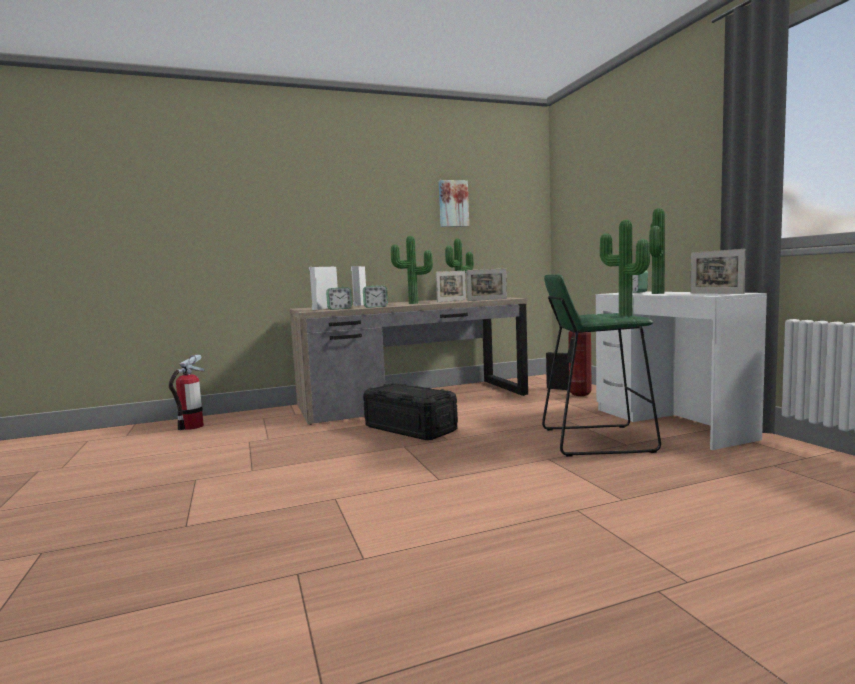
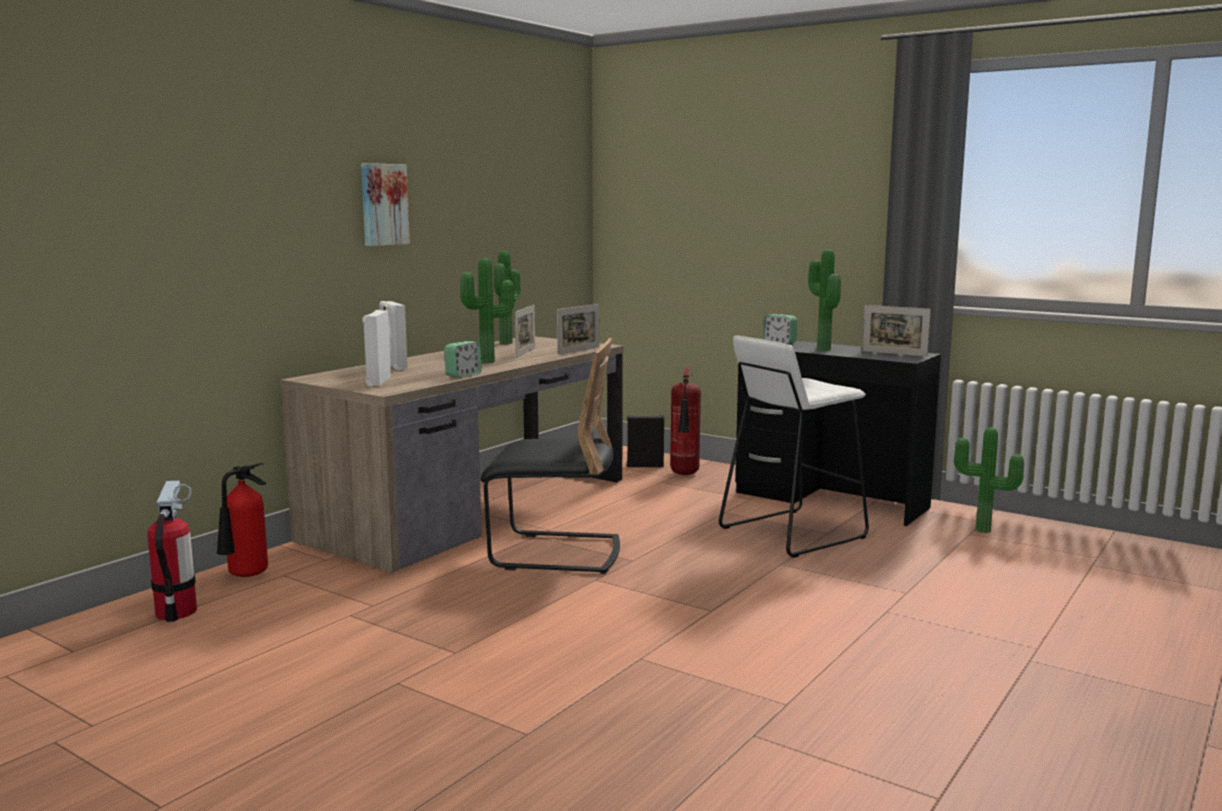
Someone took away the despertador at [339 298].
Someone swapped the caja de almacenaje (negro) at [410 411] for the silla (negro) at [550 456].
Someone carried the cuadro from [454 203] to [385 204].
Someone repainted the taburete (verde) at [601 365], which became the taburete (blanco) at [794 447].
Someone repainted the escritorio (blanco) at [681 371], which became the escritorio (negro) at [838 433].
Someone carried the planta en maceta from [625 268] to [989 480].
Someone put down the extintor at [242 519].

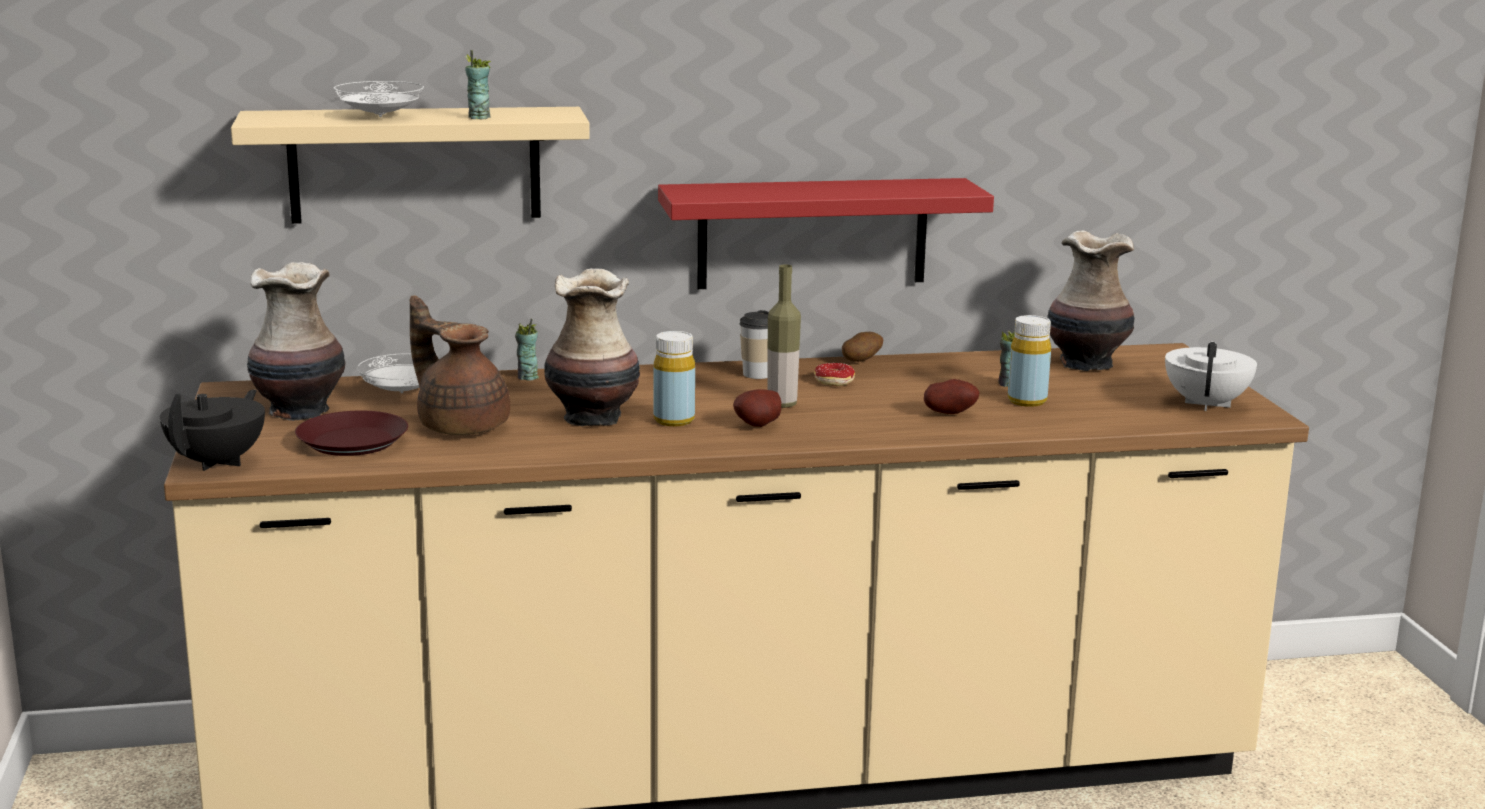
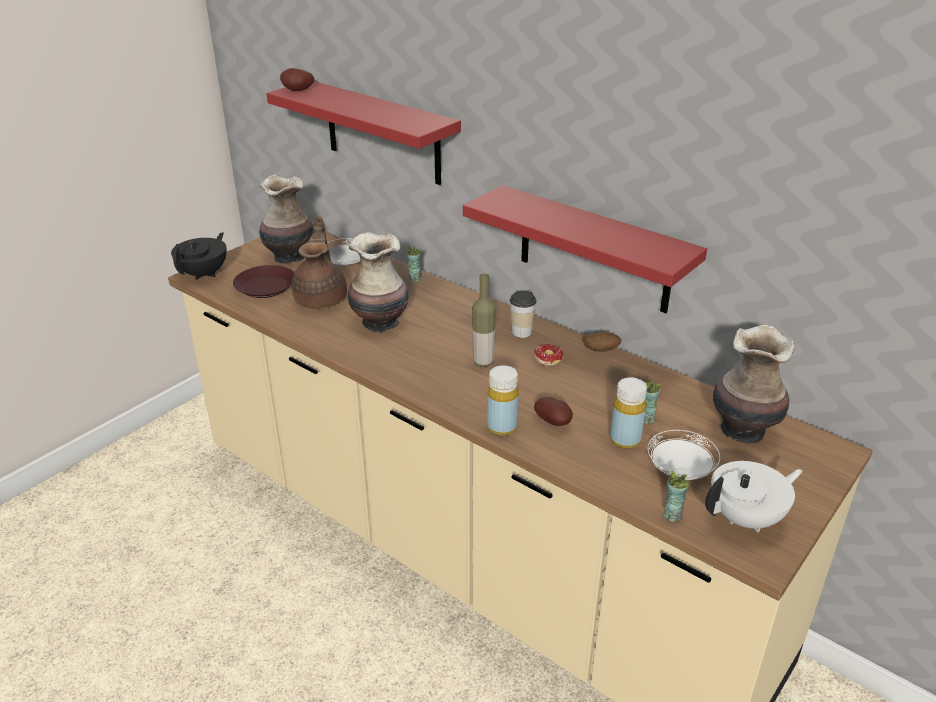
Someone rotated the tetera (negro) at [212 430] by 45 degrees counterclockwise.
Someone repainted the estante (beis) at [410 165], which became the estante (rojo) at [363 133].
Someone carried the plato (blanco) from [379 99] to [684 455].
Someone carried the taza from [478 84] to [676 496].
Someone carried the botella (amarillo) from [674 378] to [503 400].
Someone carried the patata from [757 408] to [297 79].

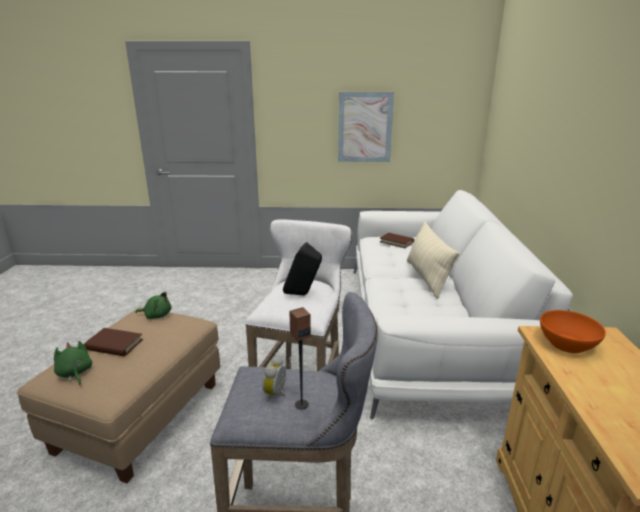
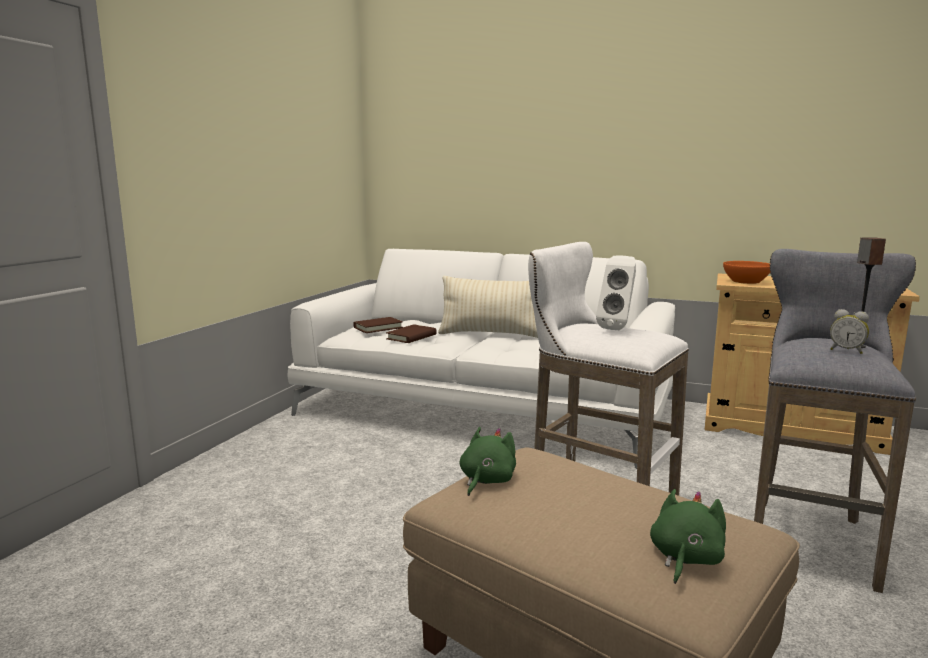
Someone rotated the peluche (verde) at [73 363] by 135 degrees clockwise.
Someone carried the libro (marrón) from [113 342] to [411 333].
Someone repainted the altavoz (negro) at [302 268], which became the altavoz (blanco) at [616 293].
Someone took away the cuadro at [366 127].

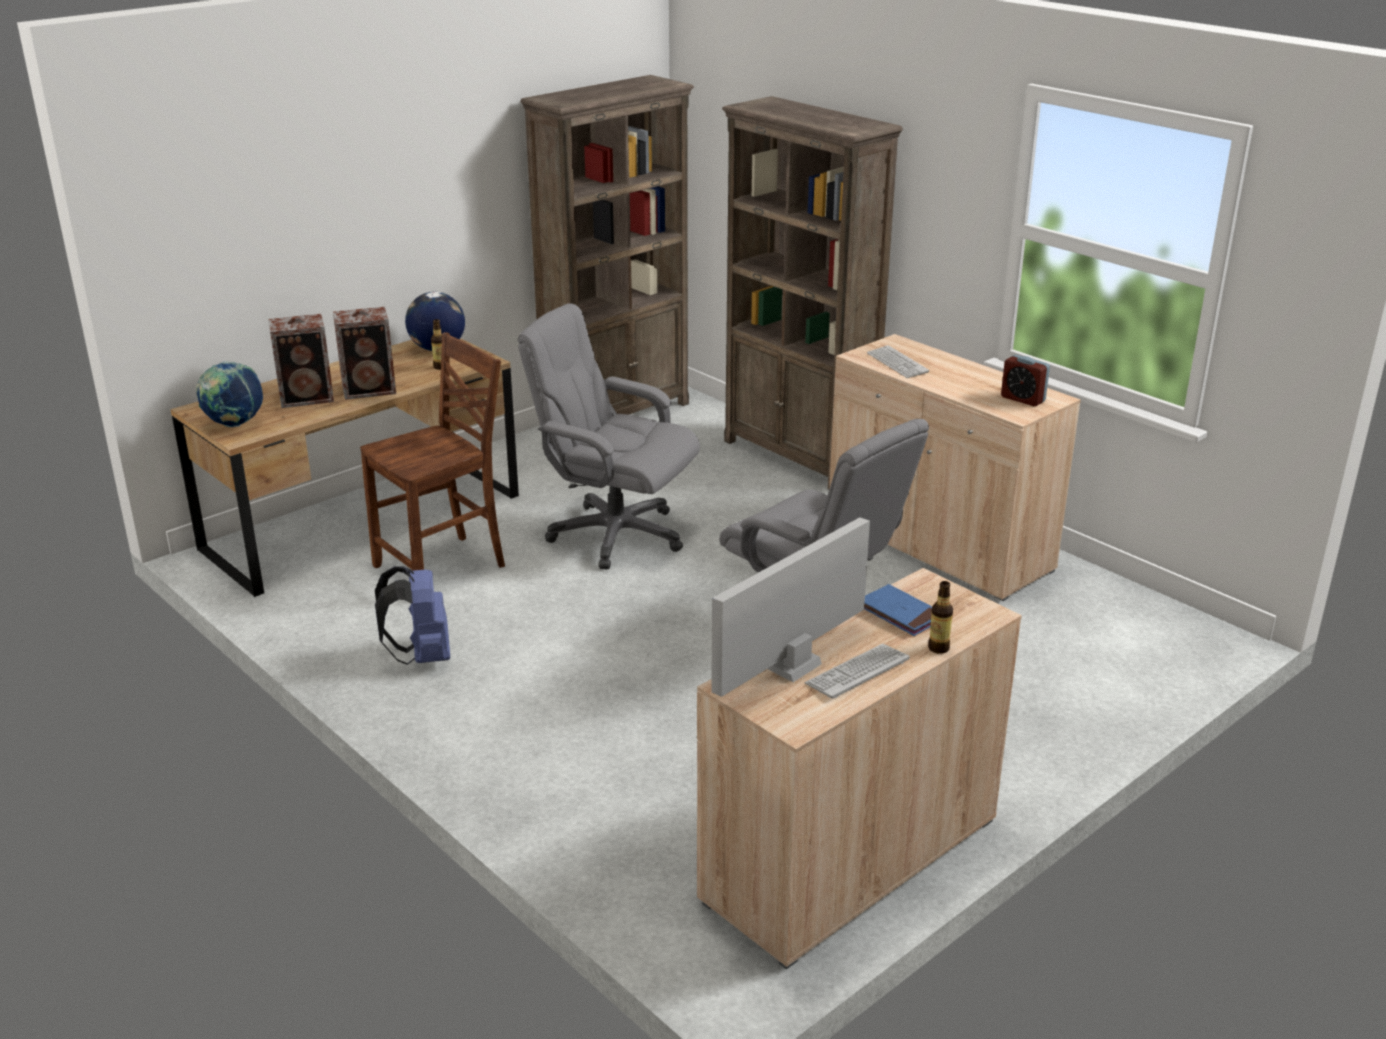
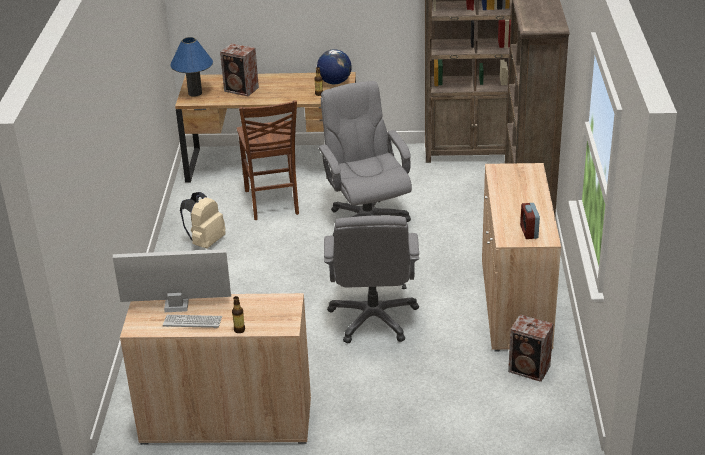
Someone swapped the globo terráqueo at [229 394] for the lámpara de mesa (azul) at [191 67].
Someone carried the altavoz from [364 353] to [531 348].
Someone rotated the silla (marrón) at [432 451] by 75 degrees clockwise.
Someone repainted the mochila (azul) at [412 615], which became the mochila (beis) at [203 220].
Someone took away the libro (azul) at [898 610].
Someone took away the teclado at [898 361].

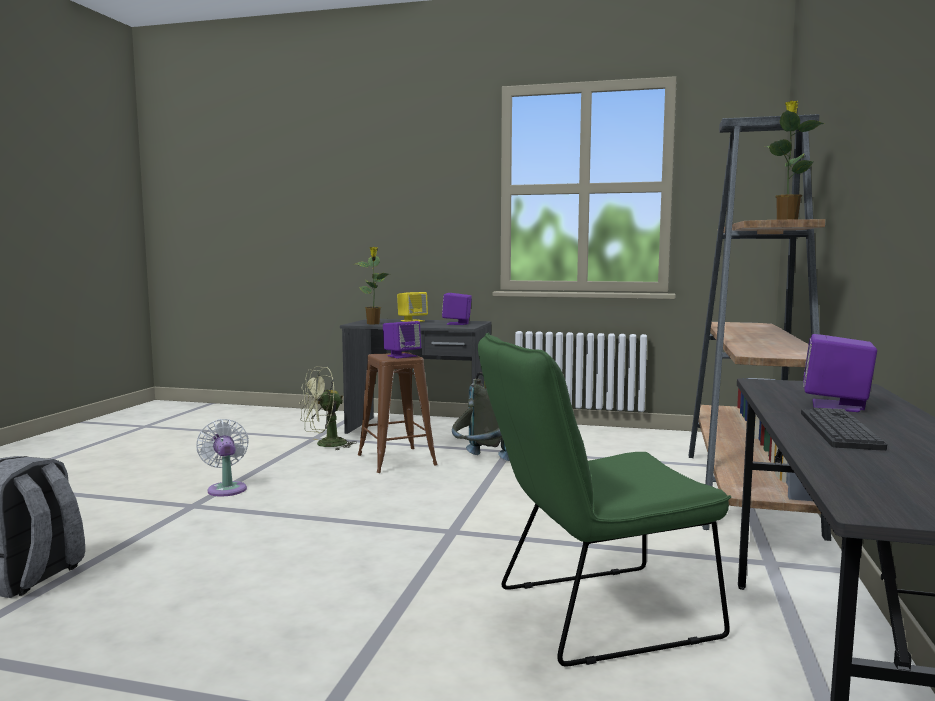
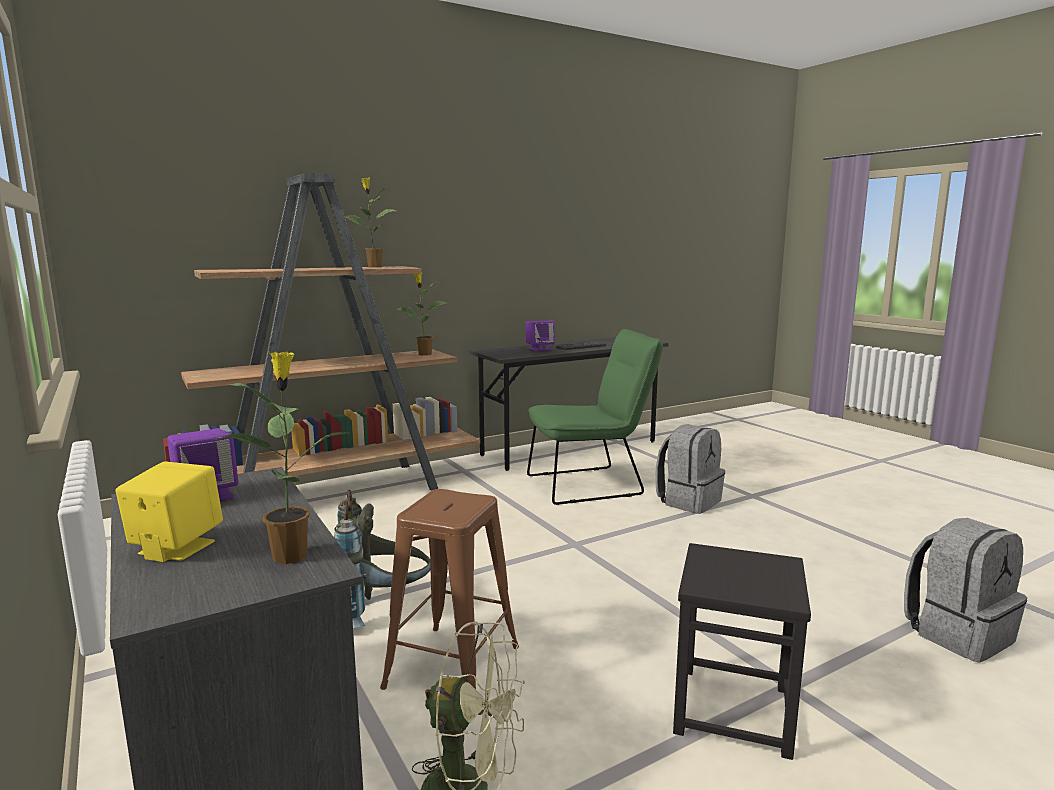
Someone swapped the ventilador (blanco) at [222 458] for the taburete (negro) at [742 651].
Someone took away the altavoz (morado) at [402 340].
Someone rotated the silla (verde) at [604 499] by 45 degrees counterclockwise.
Someone put down the planta en maceta at [422 314].
Someone put down the mochila (gris) at [690 469].

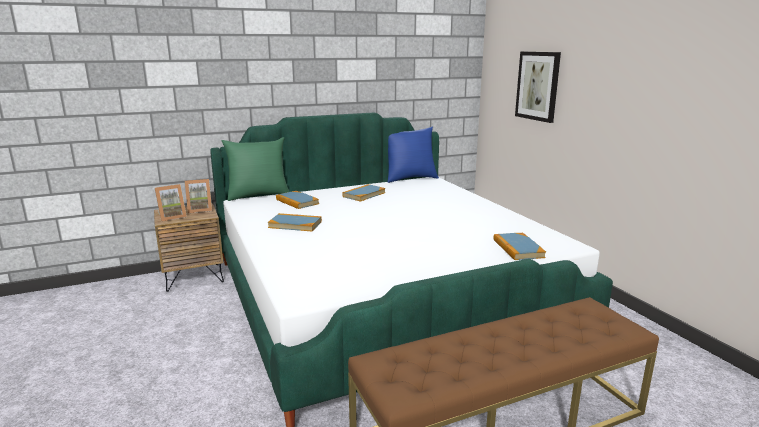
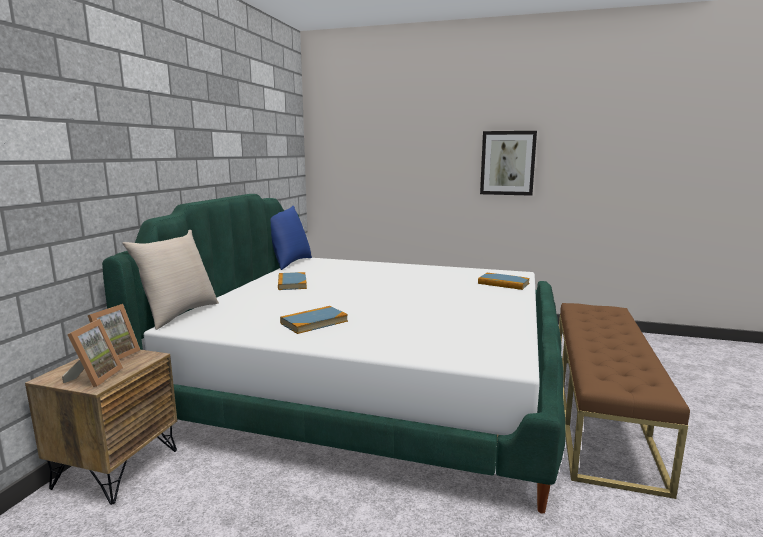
Someone repainted the cojín (verde) at [255 169], which became the cojín (beis) at [170 280].
Someone took away the libro at [297 200].
Someone carried the cuadro from [538 87] to [508 163].

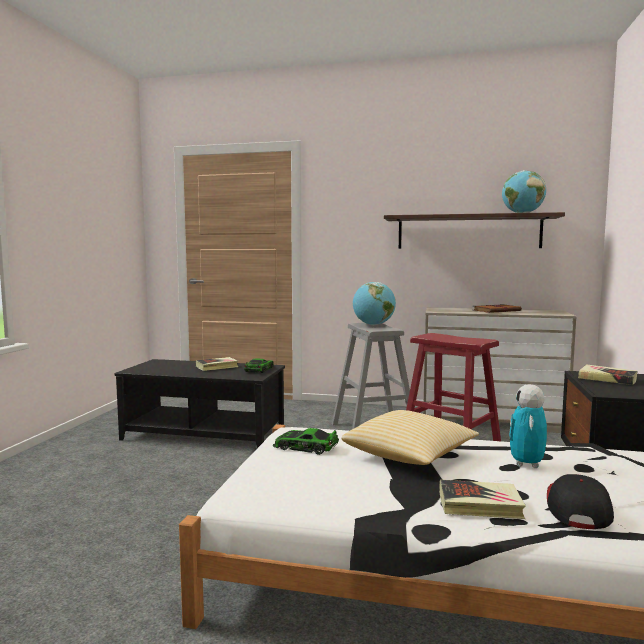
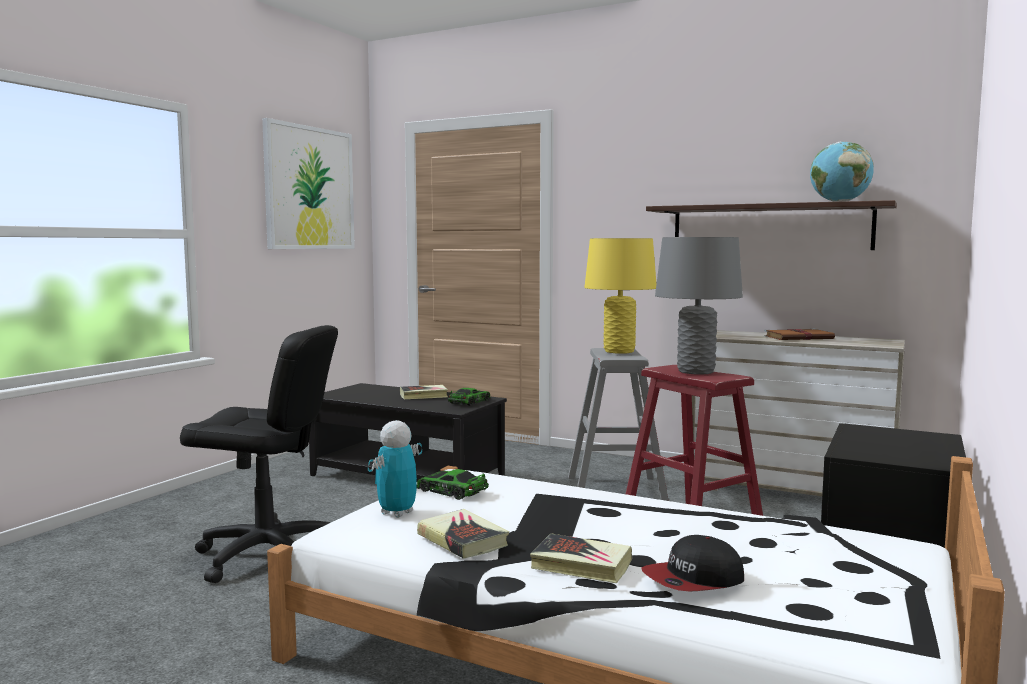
Someone took away the cojín at [410 437].
Someone swapped the globo terráqueo at [374 303] for the lámpara de mesa (amarillo) at [620 296].
Someone carried the robot de juguete from [528 426] to [395 469].
Someone rotated the gorra at [580 501] by 150 degrees counterclockwise.
Someone carried the libro from [608 374] to [463 534].
Someone put down the silla de oficina (negro) at [259 454].
Someone put up the cuadro at [308 183].
Someone put down the lámpara de mesa (gris) at [699 305].

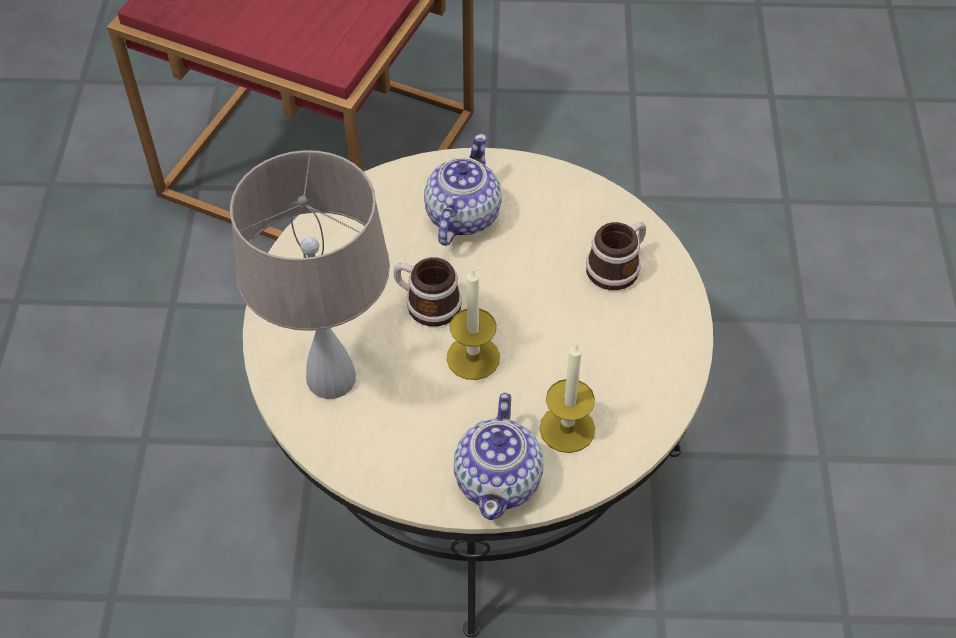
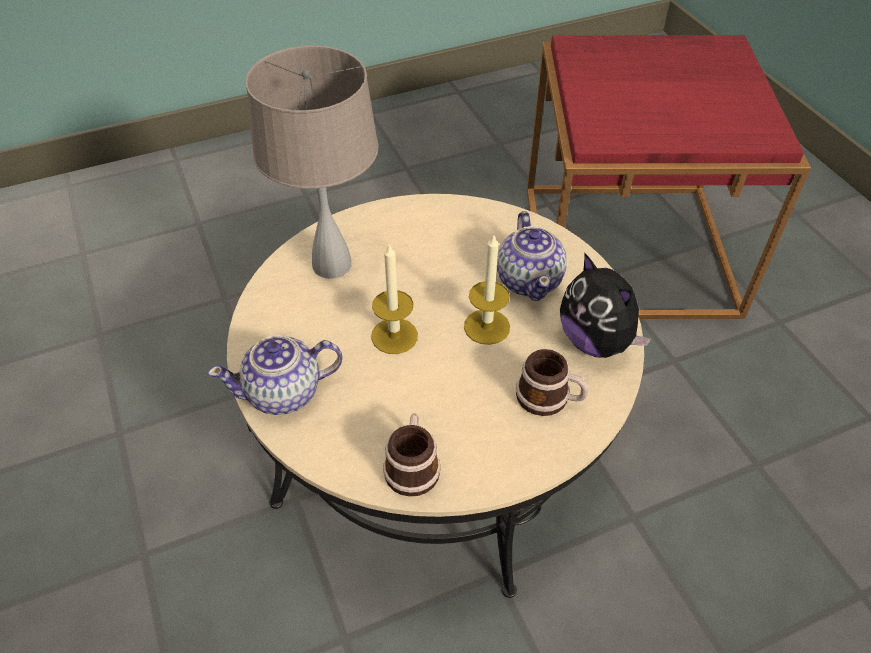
Someone carried the taza grande from [428 292] to [412 455].
Someone rotated the tetera at [463 190] by 90 degrees clockwise.
Someone carried the vela from [567 397] to [487 289].
Someone put down the peluche at [606 305].

